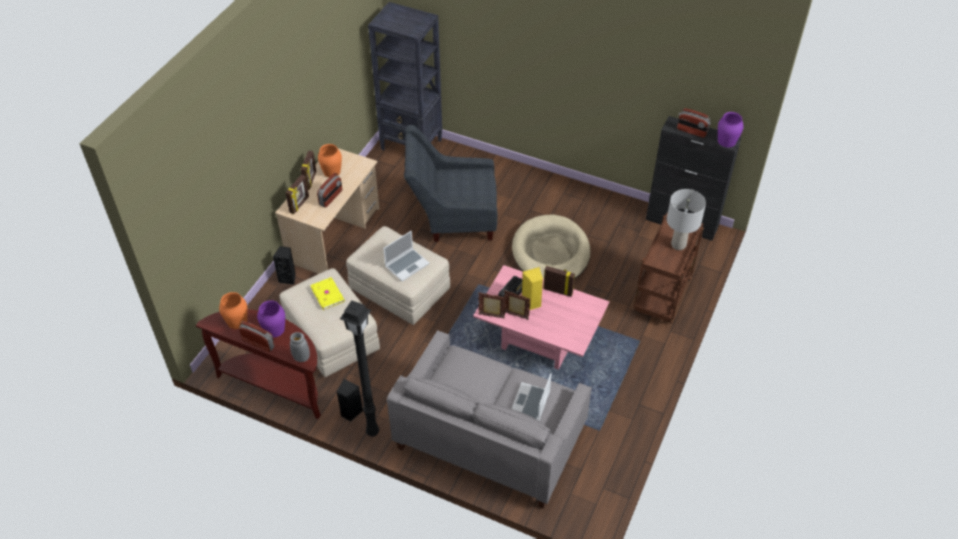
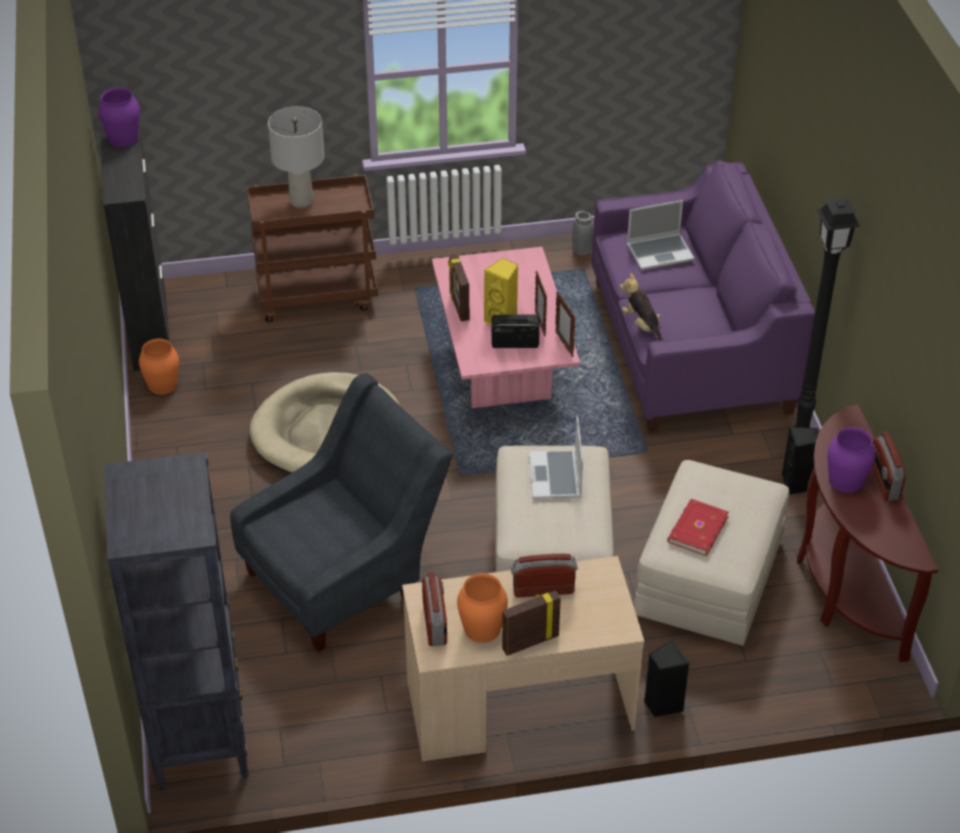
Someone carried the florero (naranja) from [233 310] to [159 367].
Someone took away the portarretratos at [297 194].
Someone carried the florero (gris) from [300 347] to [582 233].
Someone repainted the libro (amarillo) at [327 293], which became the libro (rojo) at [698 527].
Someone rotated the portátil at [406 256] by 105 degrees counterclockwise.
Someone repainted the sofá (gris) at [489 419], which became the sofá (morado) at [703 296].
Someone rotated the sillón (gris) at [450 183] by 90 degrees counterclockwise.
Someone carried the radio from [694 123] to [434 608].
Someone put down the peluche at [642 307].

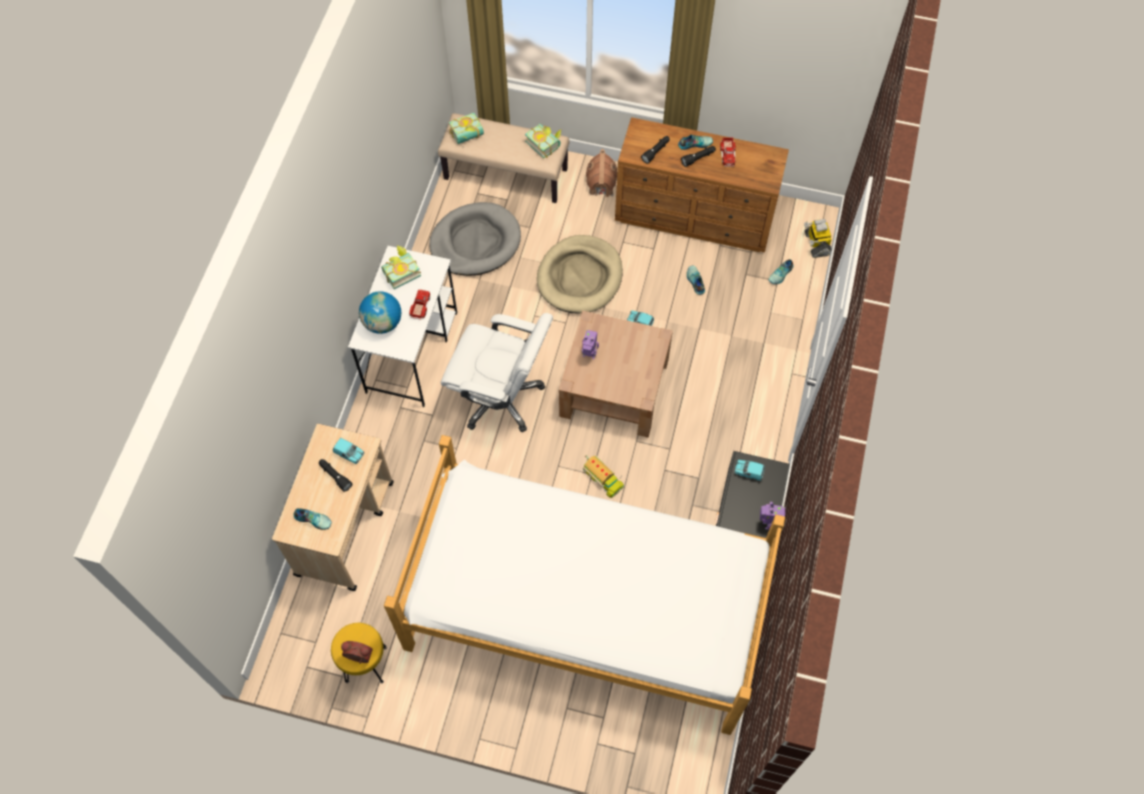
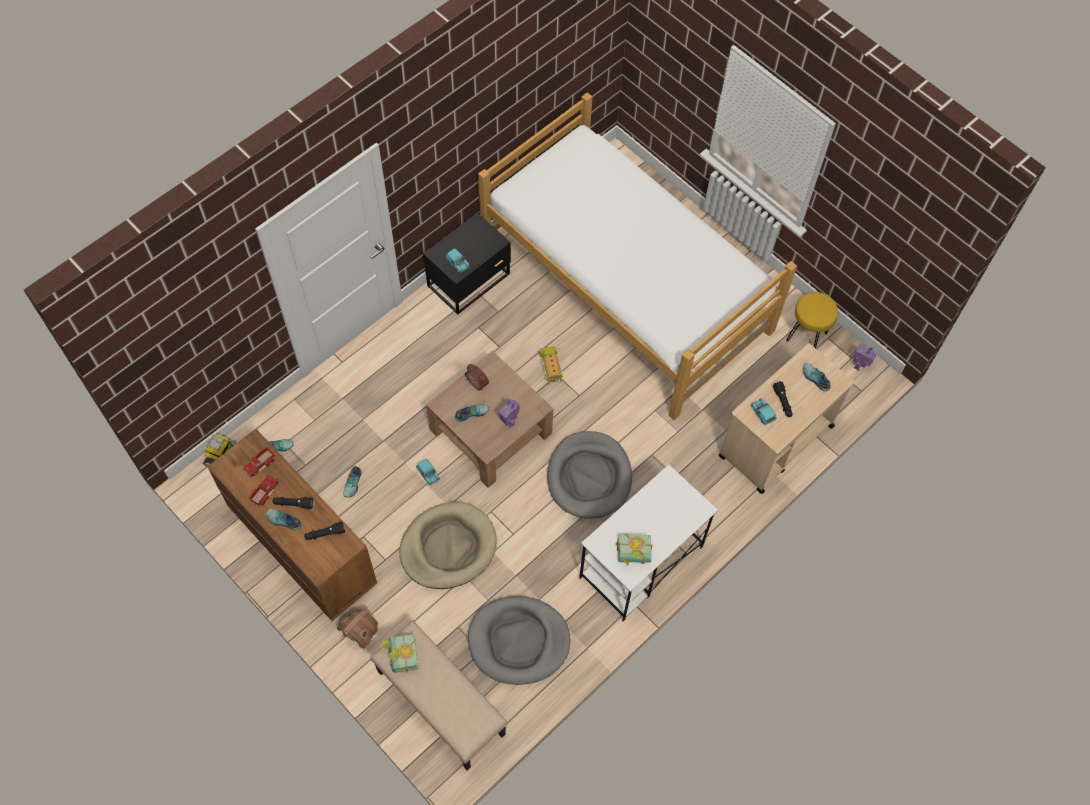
Someone carried the despertador from [357 652] to [477 377].
Someone took away the globo terráqueo at [380 312].
Someone carried the camión de juguete from [419 305] to [259 462].
Someone swapped the silla de oficina (blanco) at [497 372] for the cama para perro (gris) at [589 475].
Someone took away the libro at [466 128].
Someone carried the robot de juguete from [772 516] to [864 357].
Someone put down the zapato at [472 413].

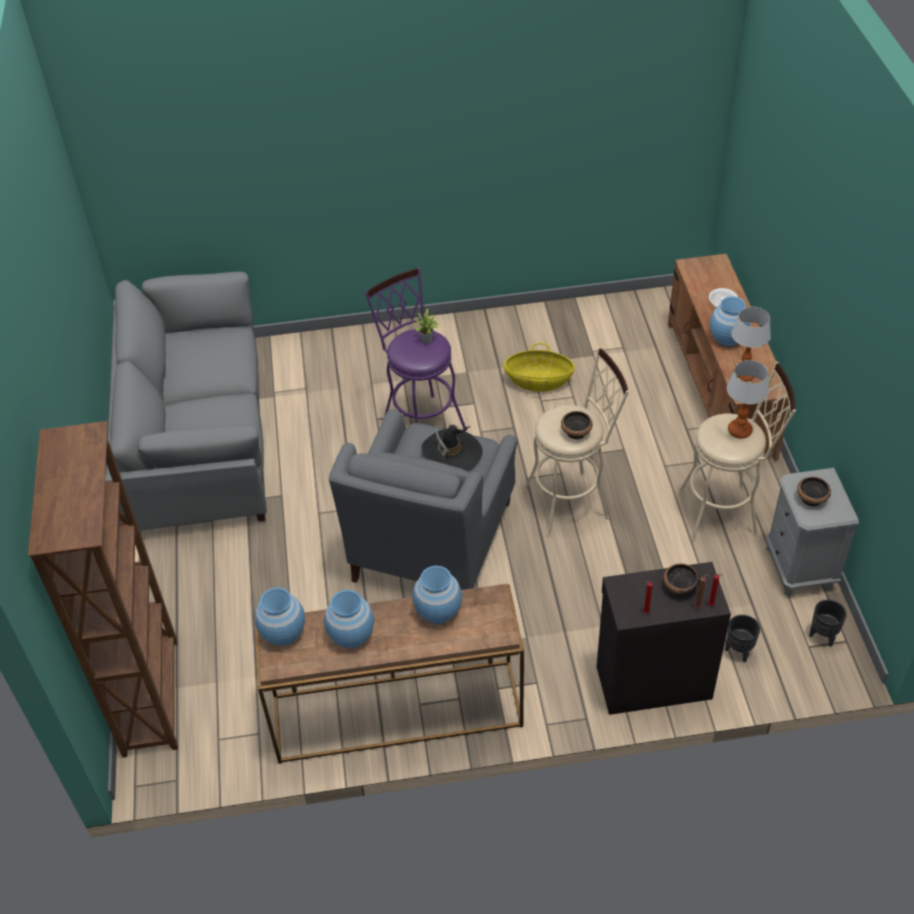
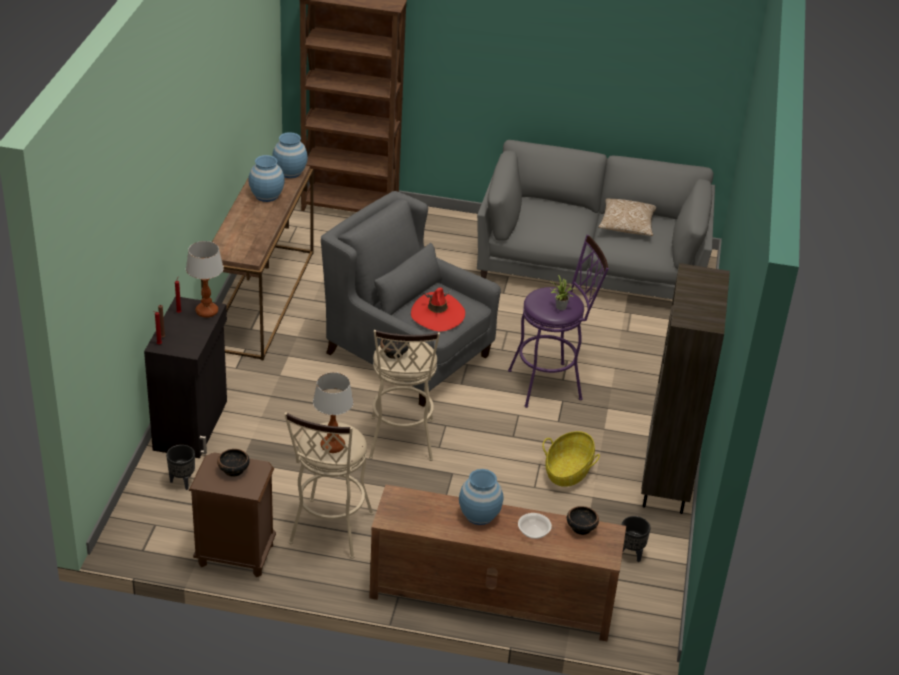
Someone took away the florero (azul) at [437 595].
Someone repainted the sombrero (negro) at [452 448], which became the sombrero (rojo) at [438 309].
Someone carried the cuenco from [682 579] to [583 520].
Someone carried the lámpara de mesa from [751 344] to [205 279].
Someone repainted the mesita de noche (gris) at [812 532], which became the mesita de noche (marrón) at [232 514].
Someone carried the maceta (negro) from [828 623] to [636 539].
Someone put down the cojín at [627 217].
Someone put down the estantería (marrón) at [685 388].

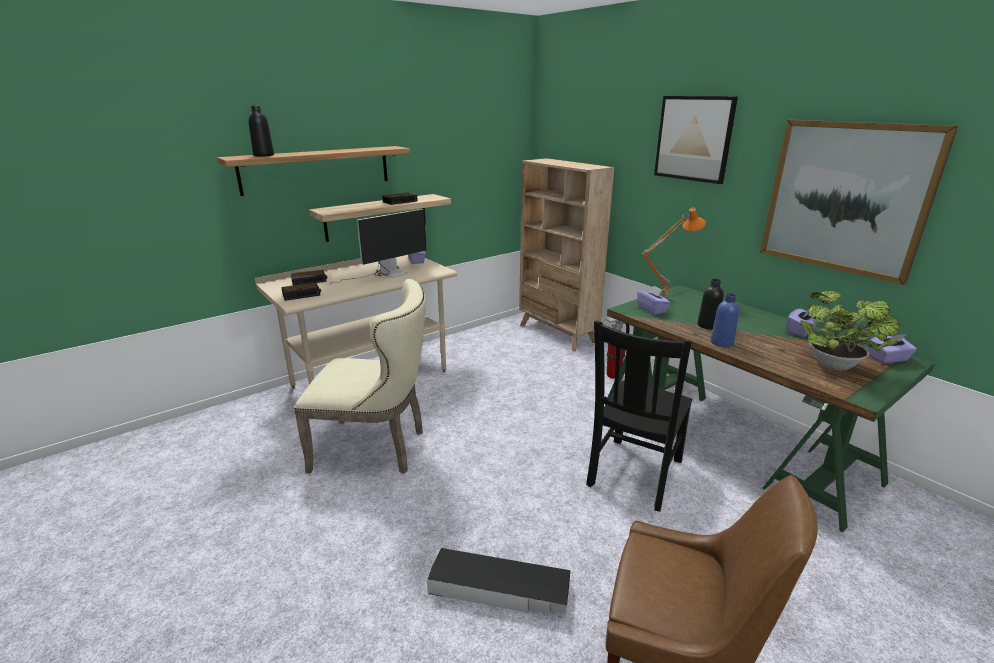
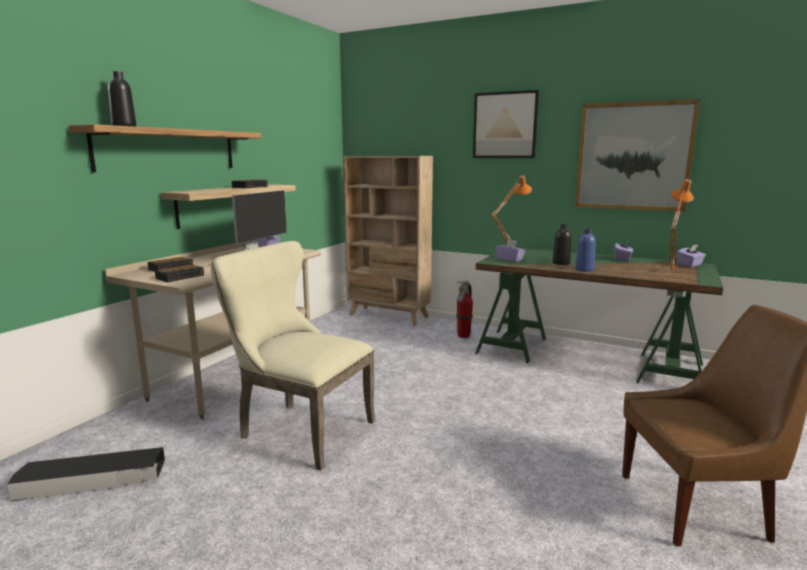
Someone rotated the silla (beis) at [360 376] by 135 degrees counterclockwise.
Someone carried the caja de almacenaje (negro) from [498 580] to [86 474].
Someone took away the silla (negro) at [639 416].
Someone swapped the planta en maceta at [850 331] for the lámpara de mesa (naranja) at [682 225].

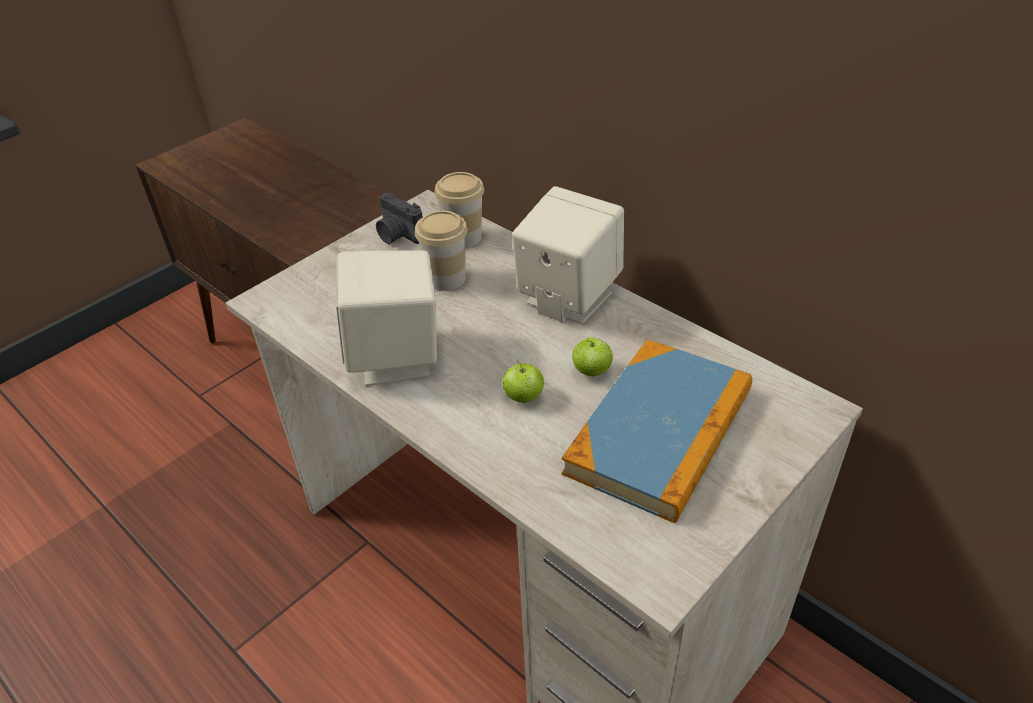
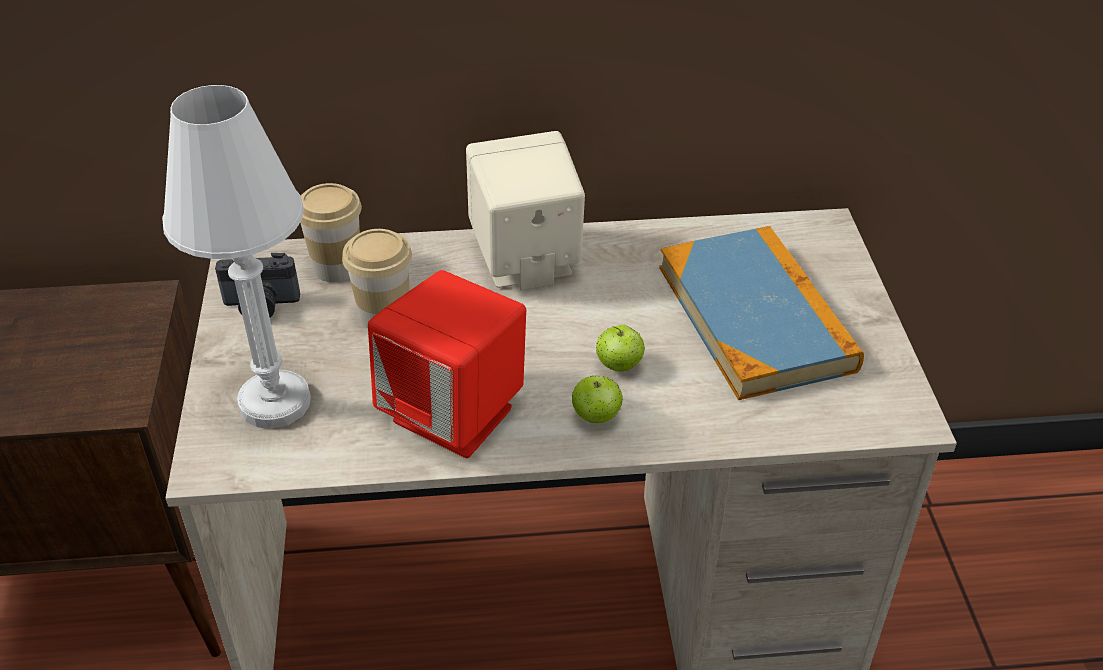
Someone repainted the altavoz (beis) at [386 318], which became the altavoz (rojo) at [447 364].
Someone carried the manzana from [592 357] to [597 399].
Someone put down the lámpara de mesa (blanco) at [236 257].

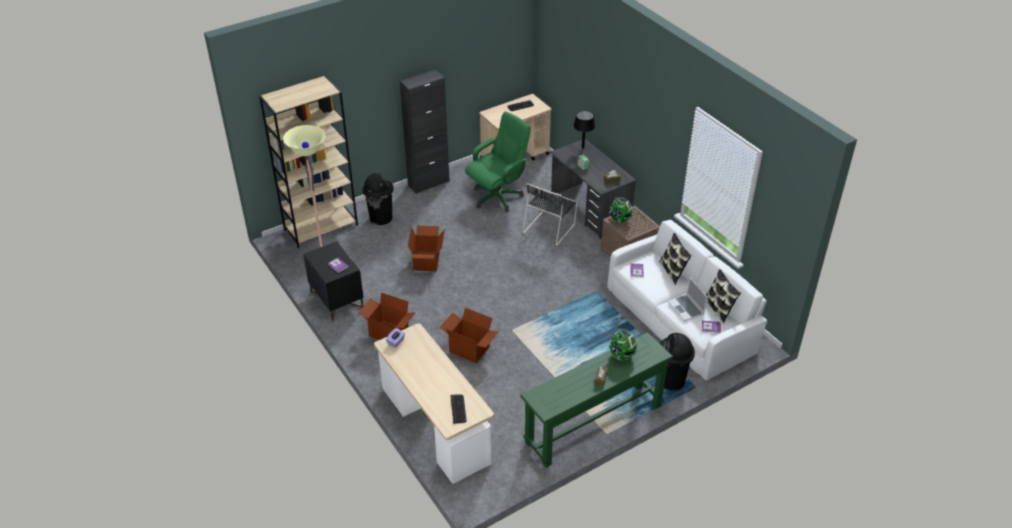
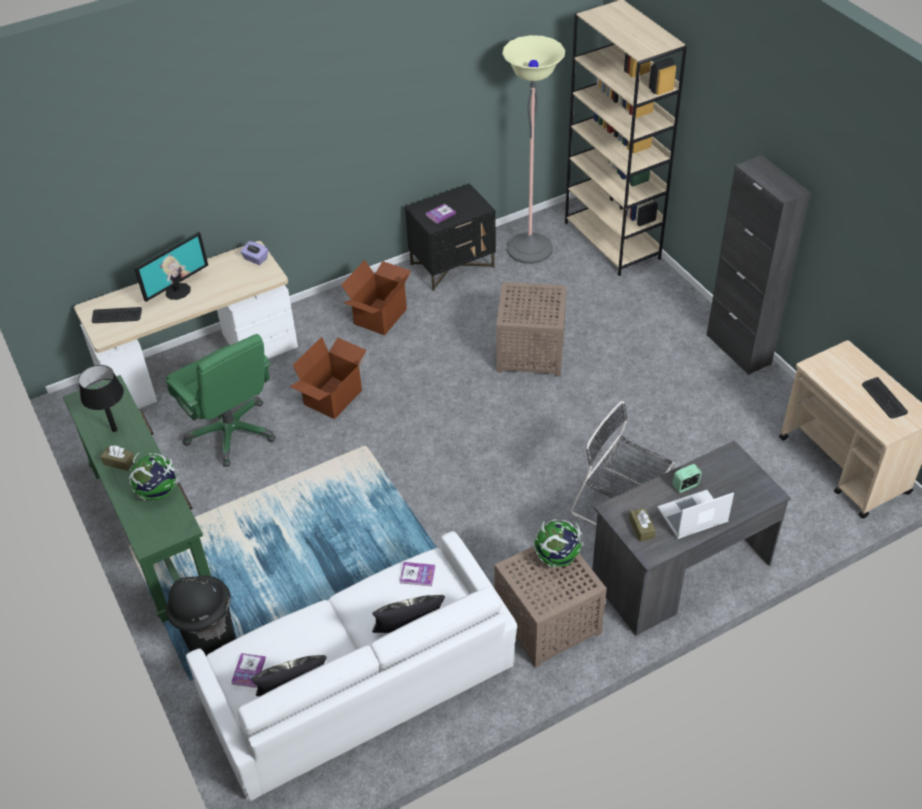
Someone took away the papelera (negro) at [378 199].
Someone swapped the caja de cartón at [426 248] for the mesa auxiliar (marrón) at [531 329].
Someone carried the silla de oficina (verde) from [498 162] to [221 400].
Someone carried the lámpara de mesa (negro) from [584 130] to [101 398].
Someone carried the portátil from [687 299] to [695 514].
Someone put down the monitor at [171 266].

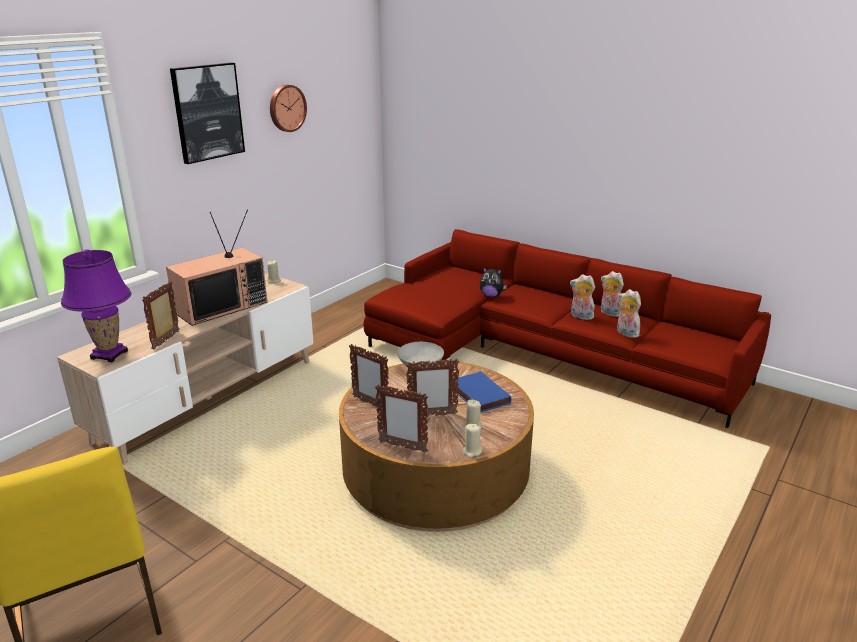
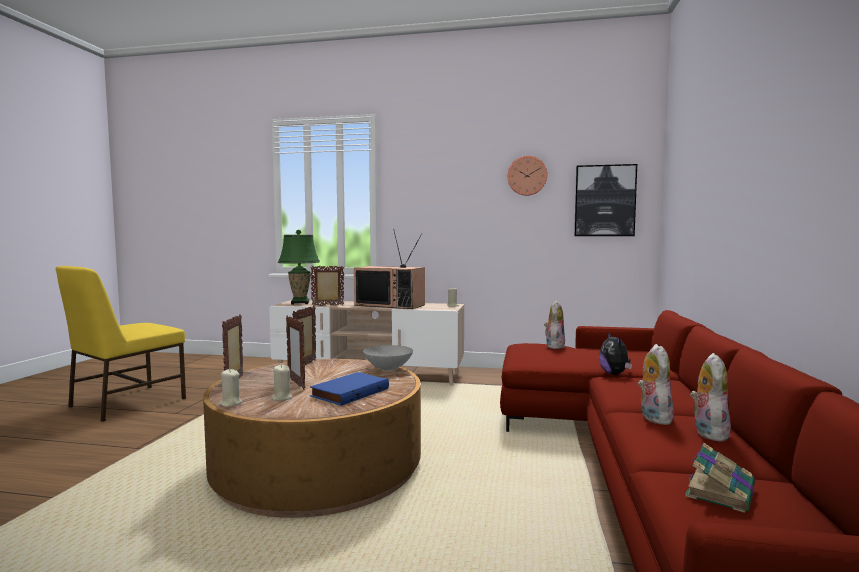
Someone repainted the lámpara de mesa (morado) at [96 305], which became the lámpara de mesa (verde) at [299 267].
Someone carried the cuadro from [207 113] to [605 200].
Someone carried the peluche from [629 313] to [554 324].
Someone put down the libro at [720 478].

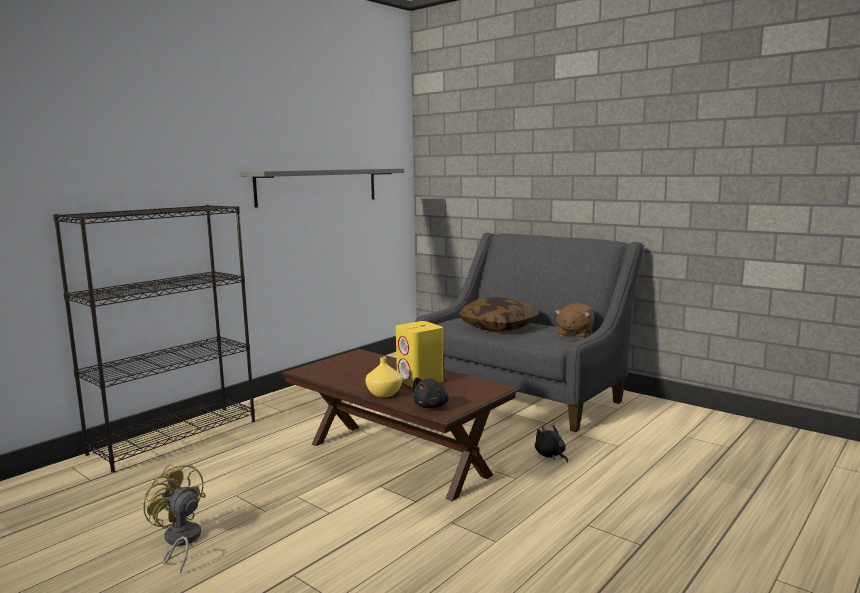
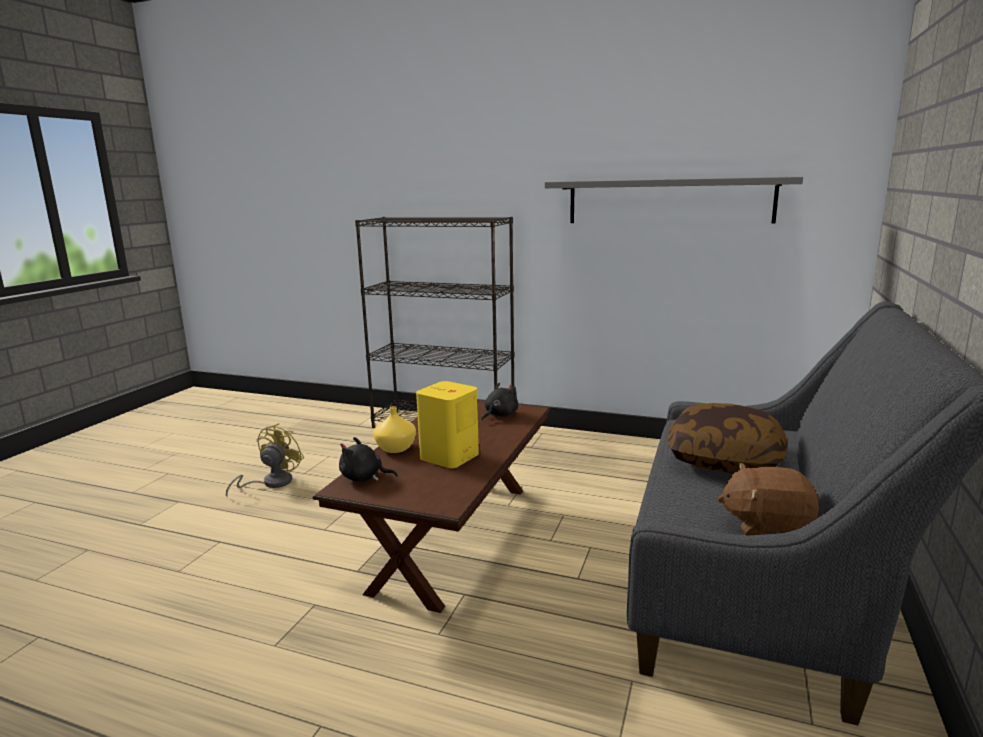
Someone carried the peluche (negro) from [551 444] to [499 402].

